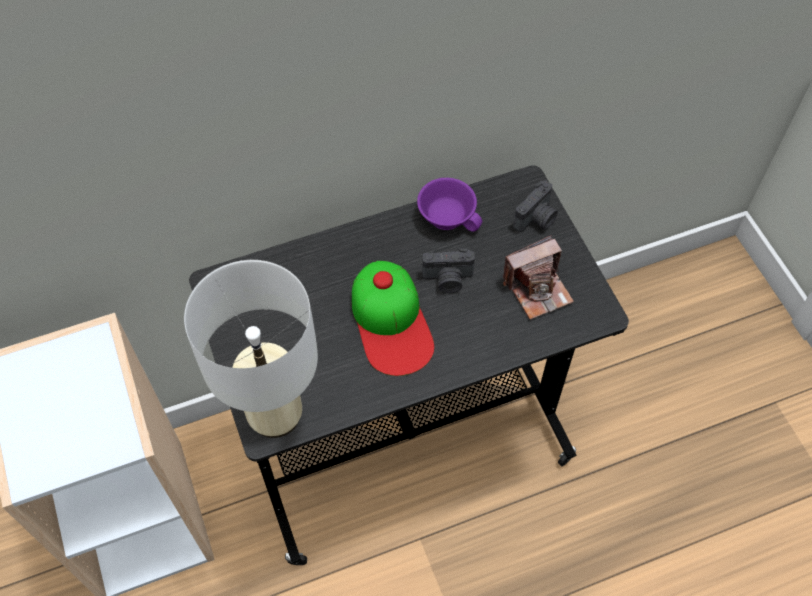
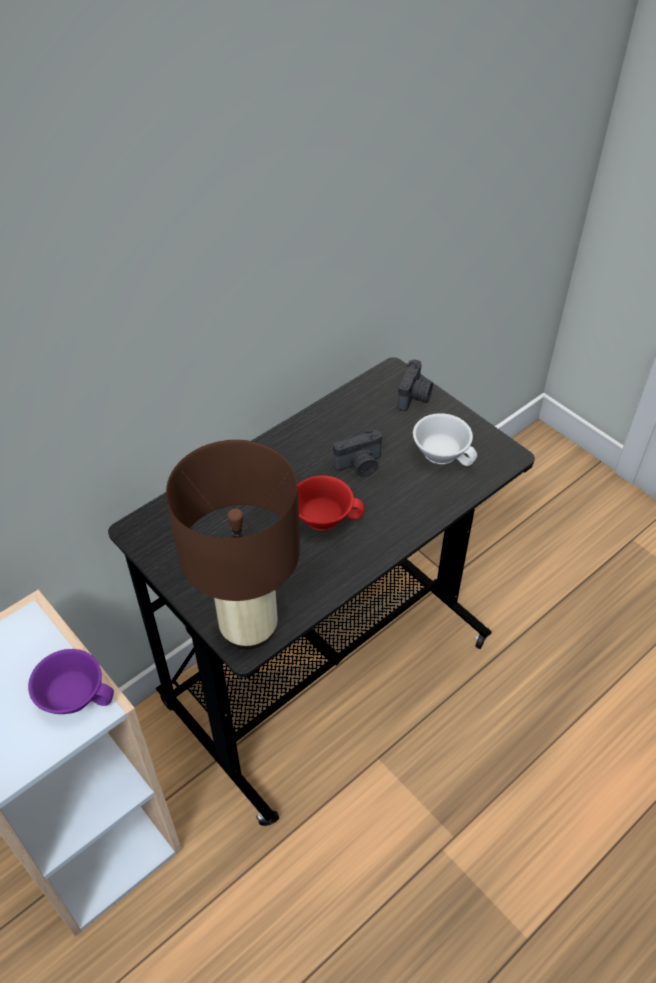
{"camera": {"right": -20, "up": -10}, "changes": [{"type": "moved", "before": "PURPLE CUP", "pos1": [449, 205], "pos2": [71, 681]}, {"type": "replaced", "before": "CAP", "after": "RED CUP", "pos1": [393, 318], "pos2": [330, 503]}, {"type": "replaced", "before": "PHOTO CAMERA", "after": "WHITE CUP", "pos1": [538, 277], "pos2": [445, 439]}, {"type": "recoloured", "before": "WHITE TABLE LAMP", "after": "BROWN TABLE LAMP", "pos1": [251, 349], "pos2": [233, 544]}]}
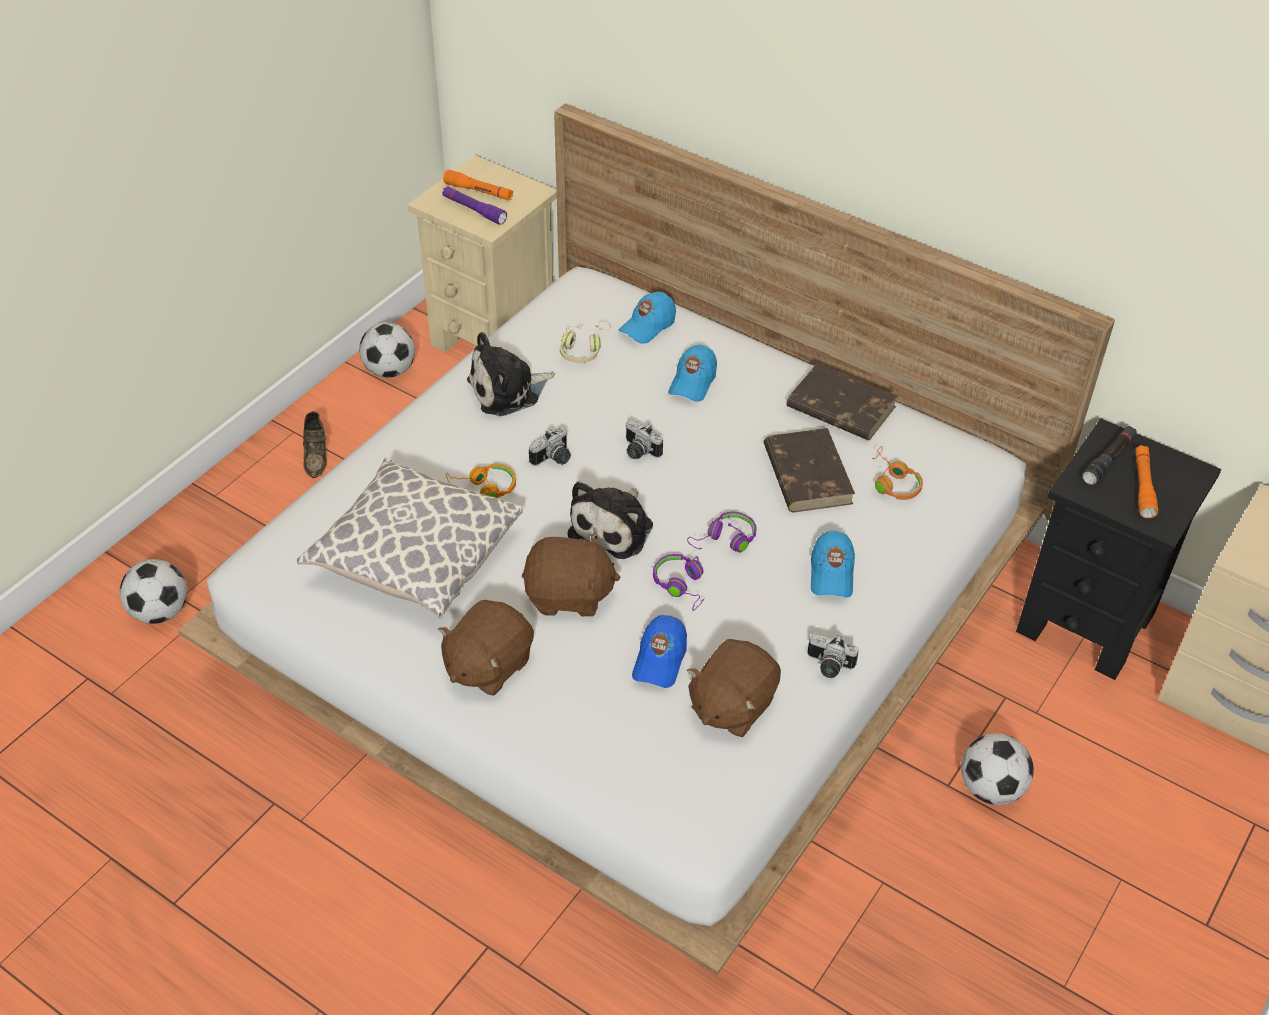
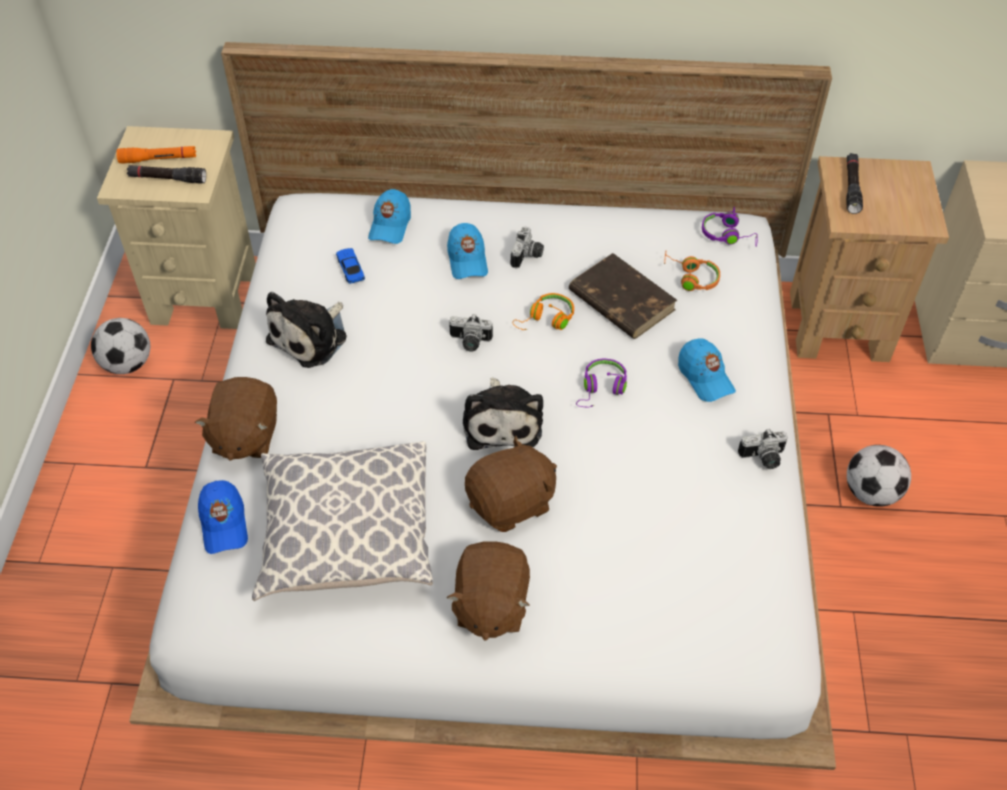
{"camera": {"right": -30, "up": 5}, "changes": [{"type": "removed", "before": "FOOTBALL", "pos1": [153, 591]}, {"type": "removed", "before": "BROWN SHOE", "pos1": [315, 444]}, {"type": "removed", "before": "BROWN BOOK", "pos1": [842, 402]}, {"type": "removed", "before": "ORANGE FLASHLIGHT", "pos1": [1146, 481]}, {"type": "moved", "before": "ORANGE HEADPHONES", "pos1": [481, 481], "pos2": [543, 311]}, {"type": "moved", "before": "PHOTO CAMERA", "pos1": [550, 446], "pos2": [527, 247]}, {"type": "moved", "before": "BLUE CAP", "pos1": [659, 651], "pos2": [223, 517]}, {"type": "moved", "before": "PURPLE HEADPHONES", "pos1": [679, 582], "pos2": [730, 227]}, {"type": "moved", "before": "BROWN PLUSH TOY", "pos1": [734, 688], "pos2": [236, 419]}, {"type": "replaced", "before": "BEIGE HEADPHONES", "after": "TOY CAR", "pos1": [585, 342], "pos2": [350, 266]}, {"type": "recoloured", "before": "PURPLE FLASHLIGHT", "after": "BLACK FLASHLIGHT", "pos1": [474, 205], "pos2": [166, 174]}, {"type": "recoloured", "before": "BLACK NIGHTSTAND", "after": "BEIGE NIGHTSTAND", "pos1": [1118, 549], "pos2": [869, 259]}]}
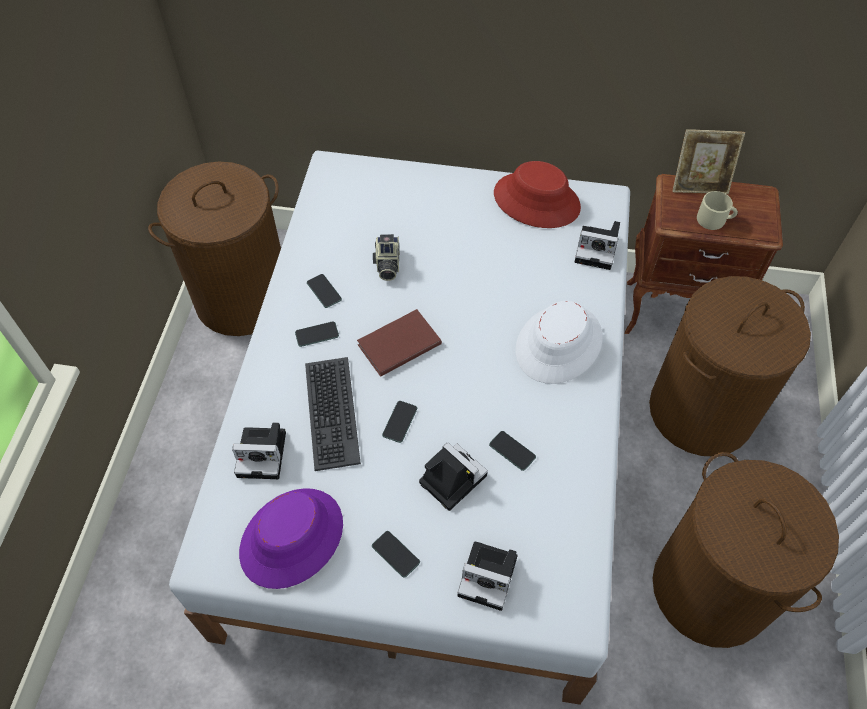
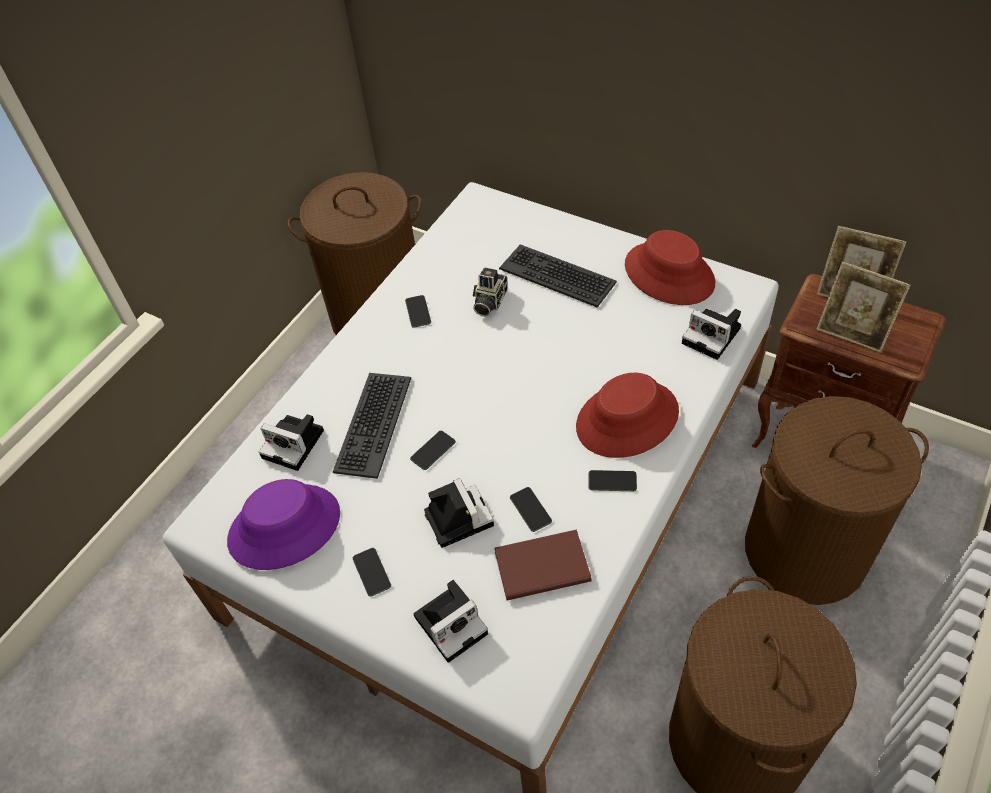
{"camera": {"right": 25, "up": -5}, "changes": [{"type": "added", "after": "KEYBOARD", "pos2": [558, 276]}, {"type": "moved", "before": "PHONE", "pos1": [317, 334], "pos2": [613, 480]}, {"type": "moved", "before": "BROWN BOOK", "pos1": [399, 343], "pos2": [543, 565]}, {"type": "replaced", "before": "BEIGE MUG", "after": "PICTURE FRAME", "pos1": [717, 210], "pos2": [863, 307]}, {"type": "recoloured", "before": "WHITE HAT", "after": "RED HAT", "pos1": [559, 342], "pos2": [627, 415]}, {"type": "turned", "before": "PHOTO CAMERA", "pos1": [487, 576], "pos2": [451, 621], "turn": -75}]}
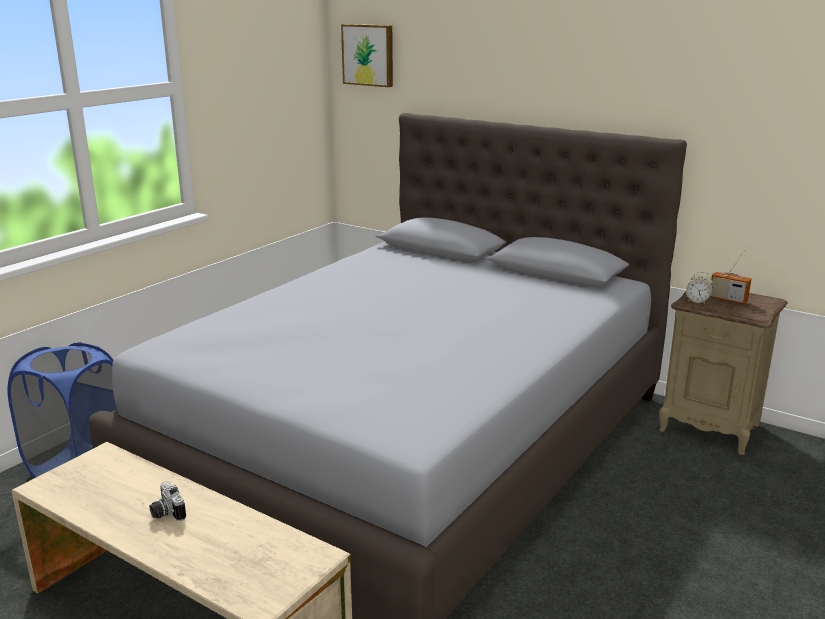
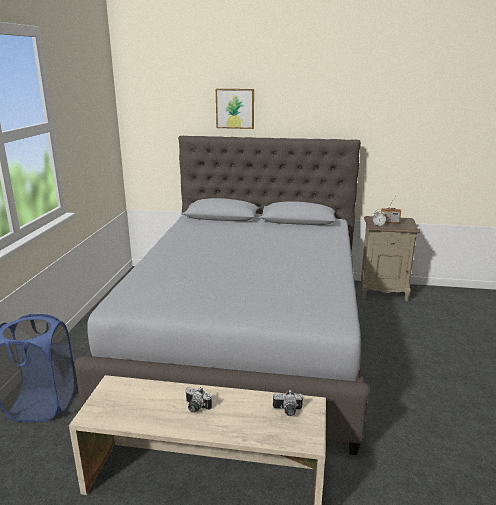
{"camera": {"right": -25, "up": 0}, "changes": [{"type": "added", "after": "PHOTO CAMERA", "pos2": [288, 403]}, {"type": "moved", "before": "PICTURE", "pos1": [367, 55], "pos2": [235, 109]}]}
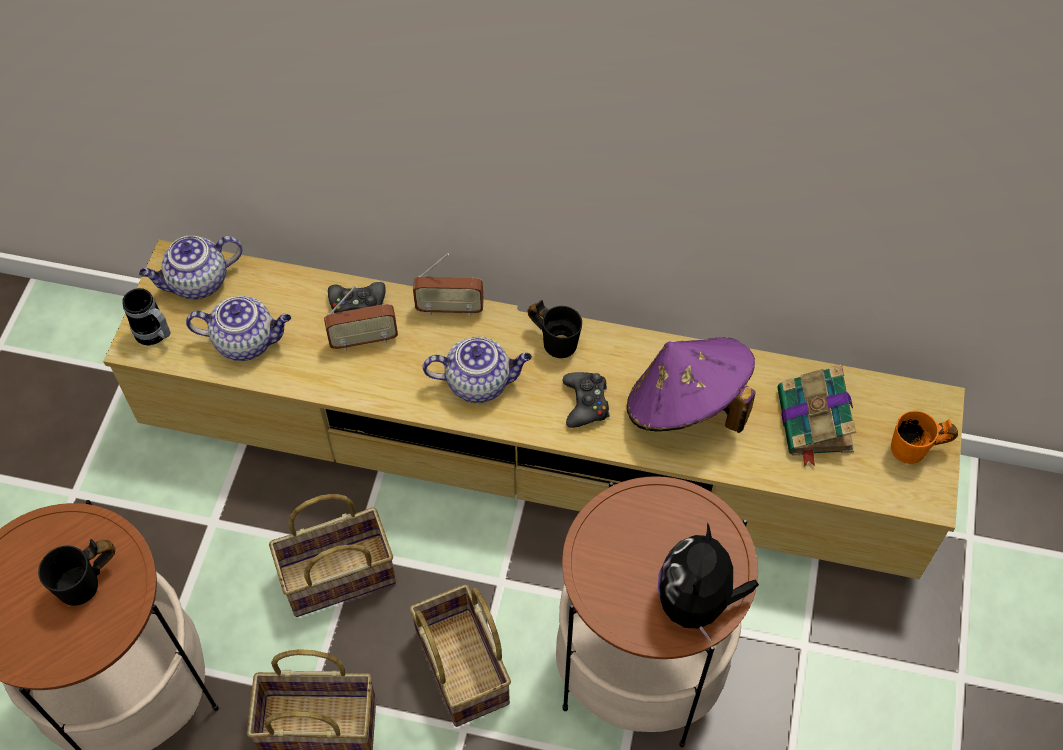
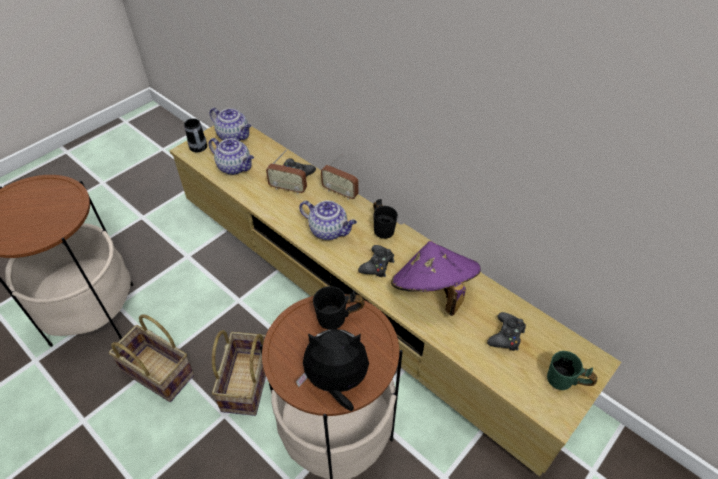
{"camera": {"right": 30, "up": -10}, "changes": [{"type": "removed", "before": "BASKET", "pos1": [332, 555]}, {"type": "moved", "before": "BLACK MUG", "pos1": [76, 572], "pos2": [339, 308]}, {"type": "replaced", "before": "BOOK", "after": "BLACK GAME CONTROLLER", "pos1": [816, 415], "pos2": [506, 331]}, {"type": "recoloured", "before": "ORANGE MUG", "after": "GREEN MUG", "pos1": [924, 437], "pos2": [572, 370]}, {"type": "turned", "before": "TEAPOT", "pos1": [190, 267], "pos2": [230, 124], "turn": -150}, {"type": "turned", "before": "PLUSH TOY", "pos1": [708, 582], "pos2": [332, 370], "turn": 45}]}
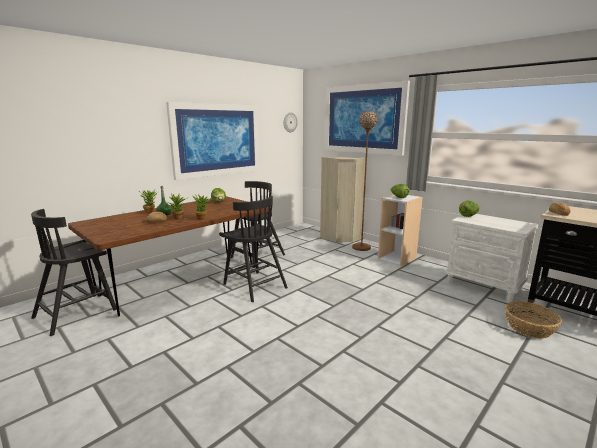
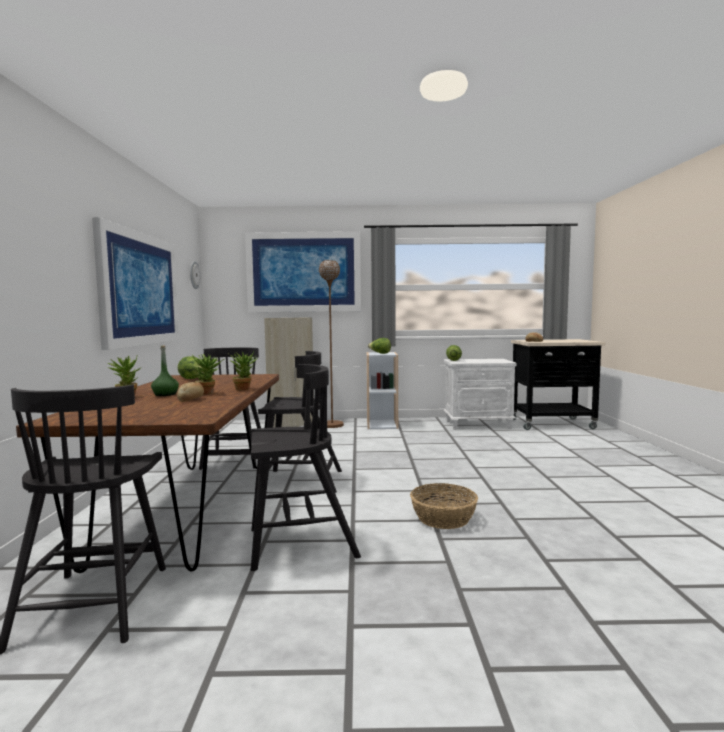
{"camera": {"right": -45, "up": -10}, "changes": [{"type": "added", "after": "BLACK CHAIR", "pos2": [306, 467]}, {"type": "moved", "before": "BASKET", "pos1": [533, 319], "pos2": [444, 506]}]}
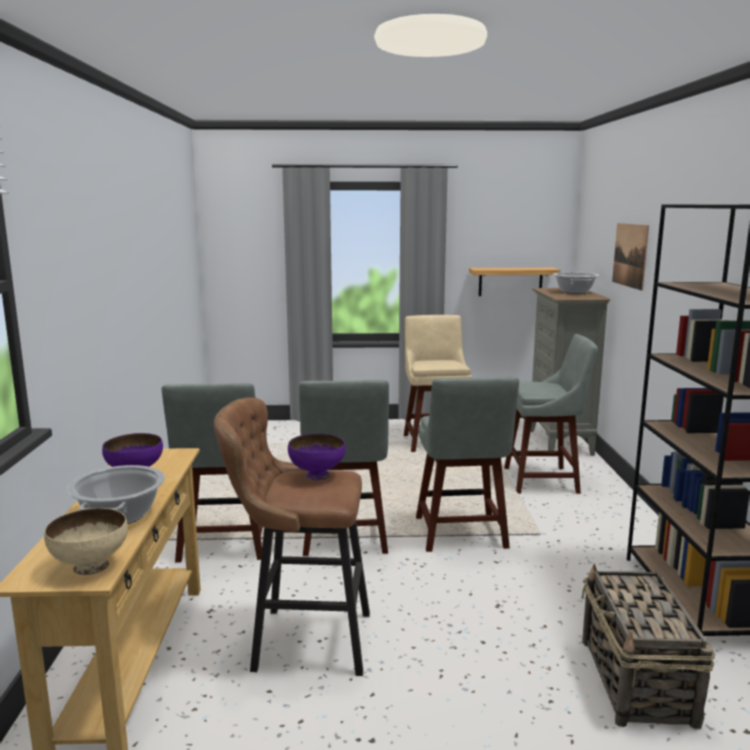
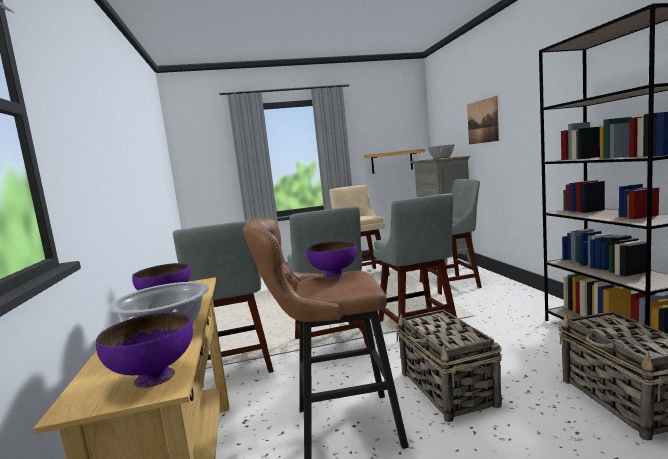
{"camera": {"right": -10, "up": -5}, "changes": [{"type": "added", "after": "BASKET", "pos2": [449, 366]}, {"type": "recoloured", "before": "BEIGE BOWL", "after": "PURPLE BOWL", "pos1": [86, 541], "pos2": [144, 350]}]}
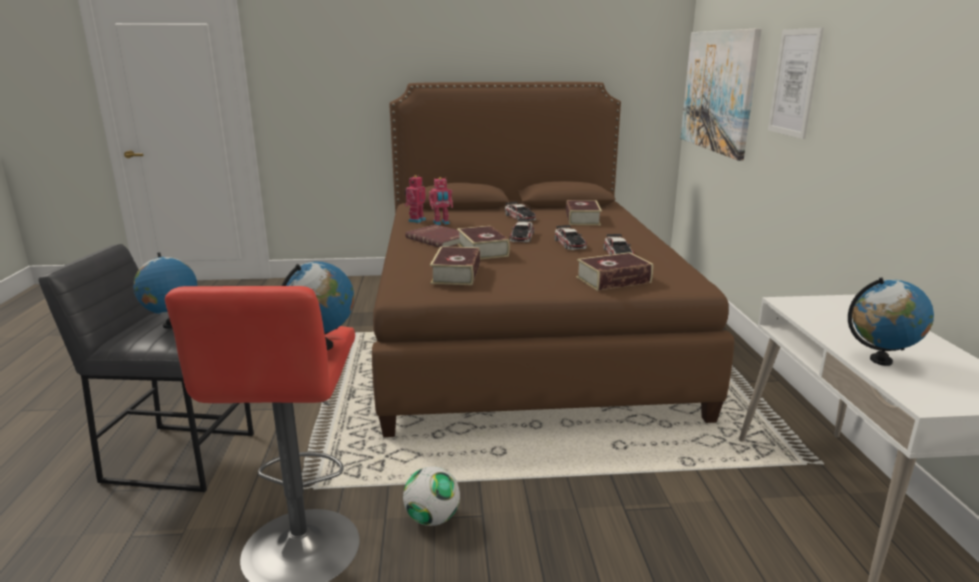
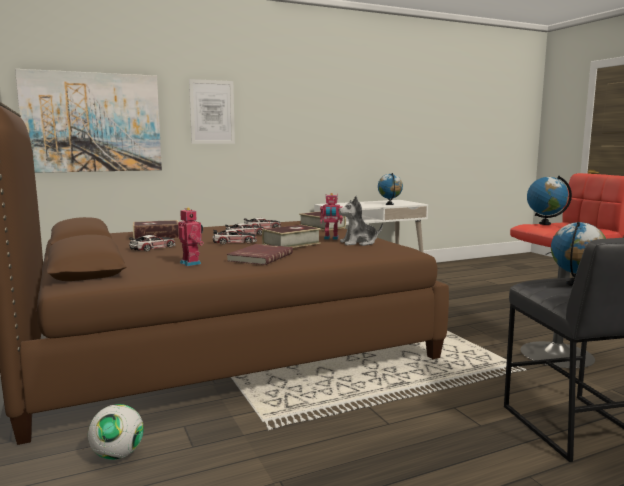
{"camera": {"right": -110, "up": -10}, "changes": [{"type": "moved", "before": "FOOTBALL", "pos1": [431, 496], "pos2": [116, 432]}, {"type": "moved", "before": "TOY ROBOT", "pos1": [415, 199], "pos2": [331, 216]}, {"type": "replaced", "before": "BOOK", "after": "PLUSH TOY", "pos1": [455, 265], "pos2": [360, 221]}]}
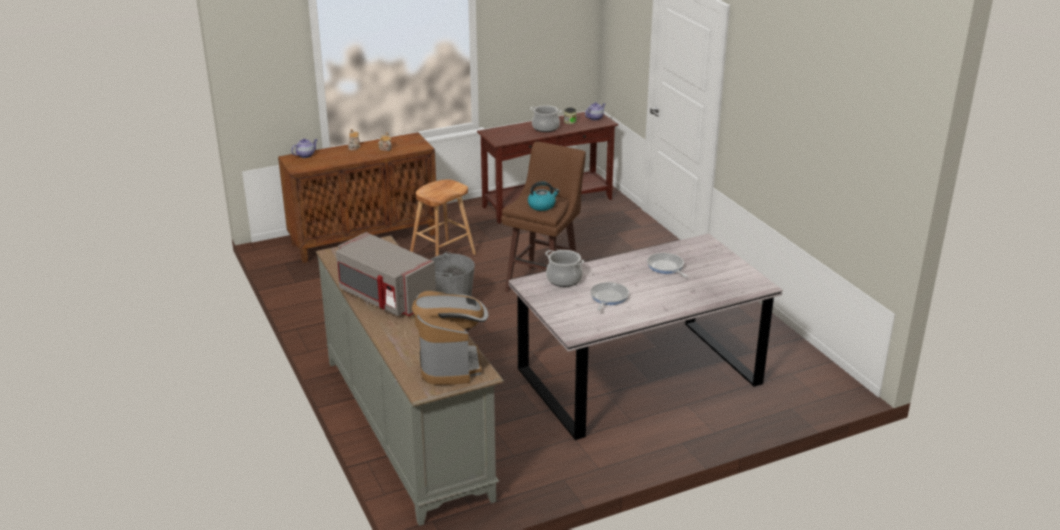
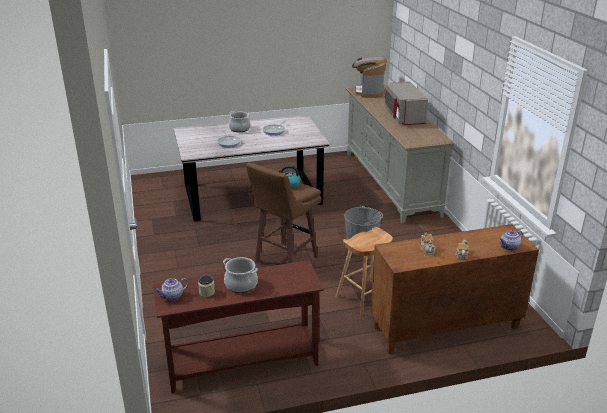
{"camera": {"right": -170, "up": 0}, "changes": [{"type": "moved", "before": "COOKING POT", "pos1": [564, 268], "pos2": [240, 121]}, {"type": "turned", "before": "GREY MICROWAVE", "pos1": [386, 274], "pos2": [406, 103], "turn": -150}]}
